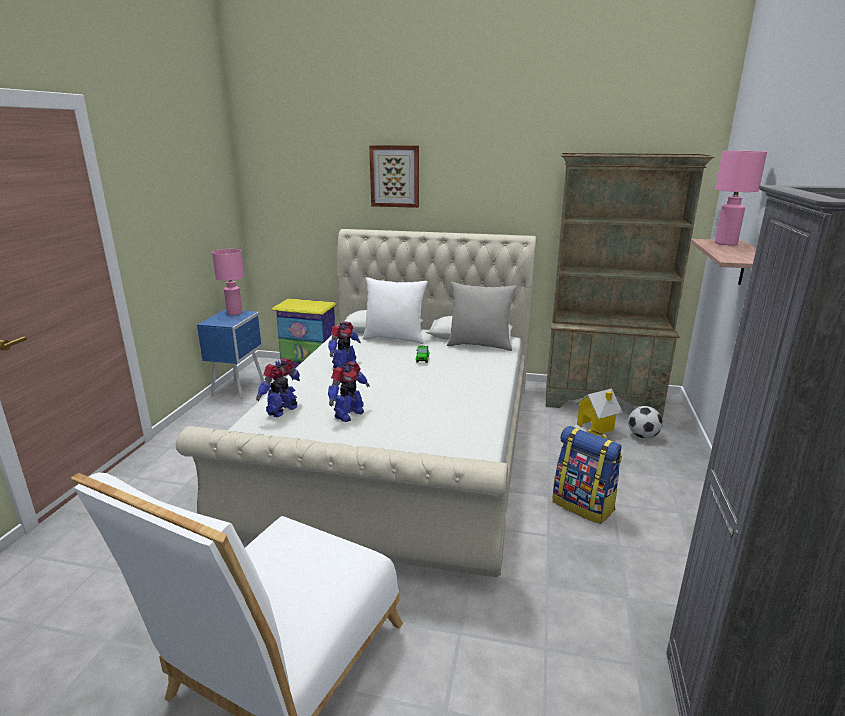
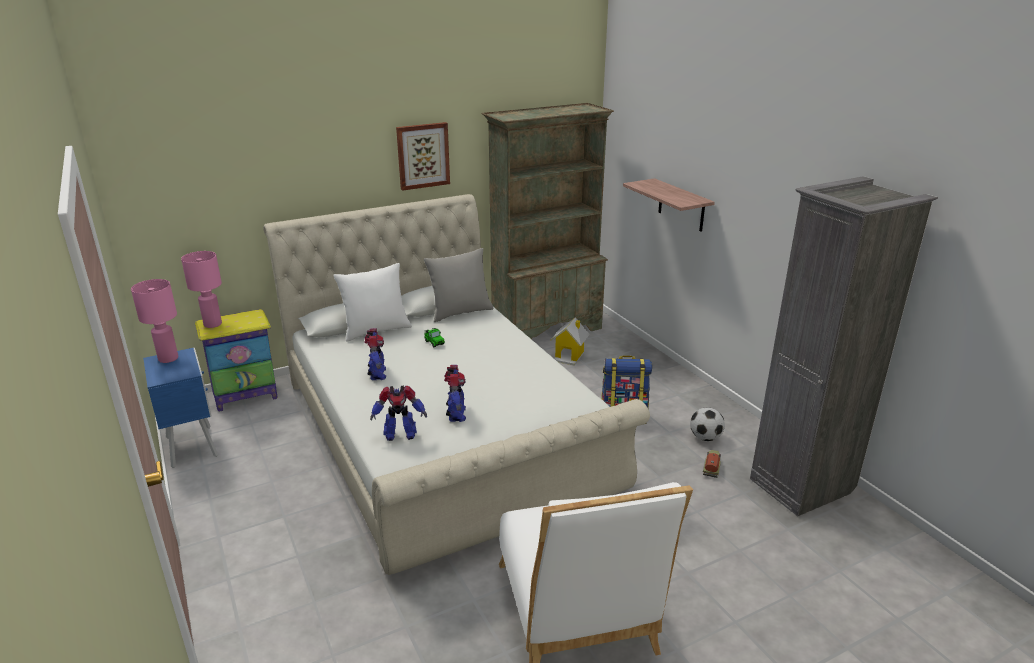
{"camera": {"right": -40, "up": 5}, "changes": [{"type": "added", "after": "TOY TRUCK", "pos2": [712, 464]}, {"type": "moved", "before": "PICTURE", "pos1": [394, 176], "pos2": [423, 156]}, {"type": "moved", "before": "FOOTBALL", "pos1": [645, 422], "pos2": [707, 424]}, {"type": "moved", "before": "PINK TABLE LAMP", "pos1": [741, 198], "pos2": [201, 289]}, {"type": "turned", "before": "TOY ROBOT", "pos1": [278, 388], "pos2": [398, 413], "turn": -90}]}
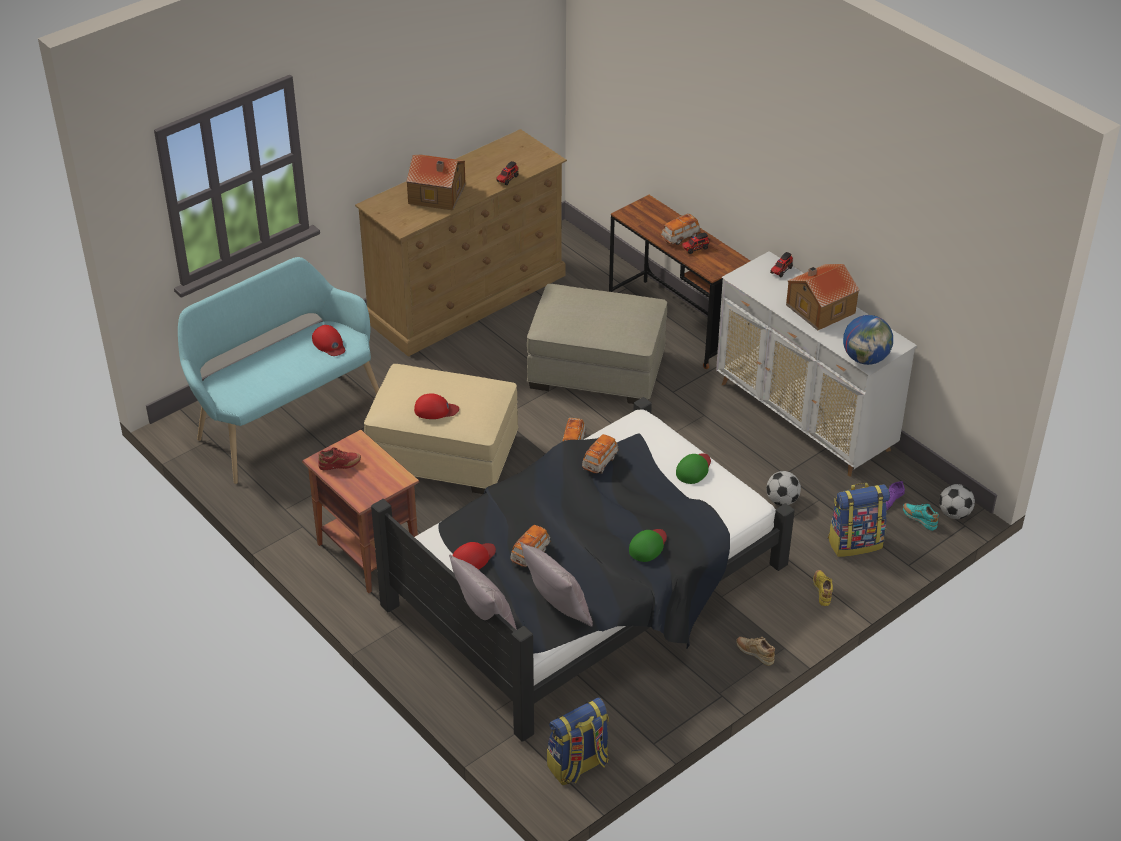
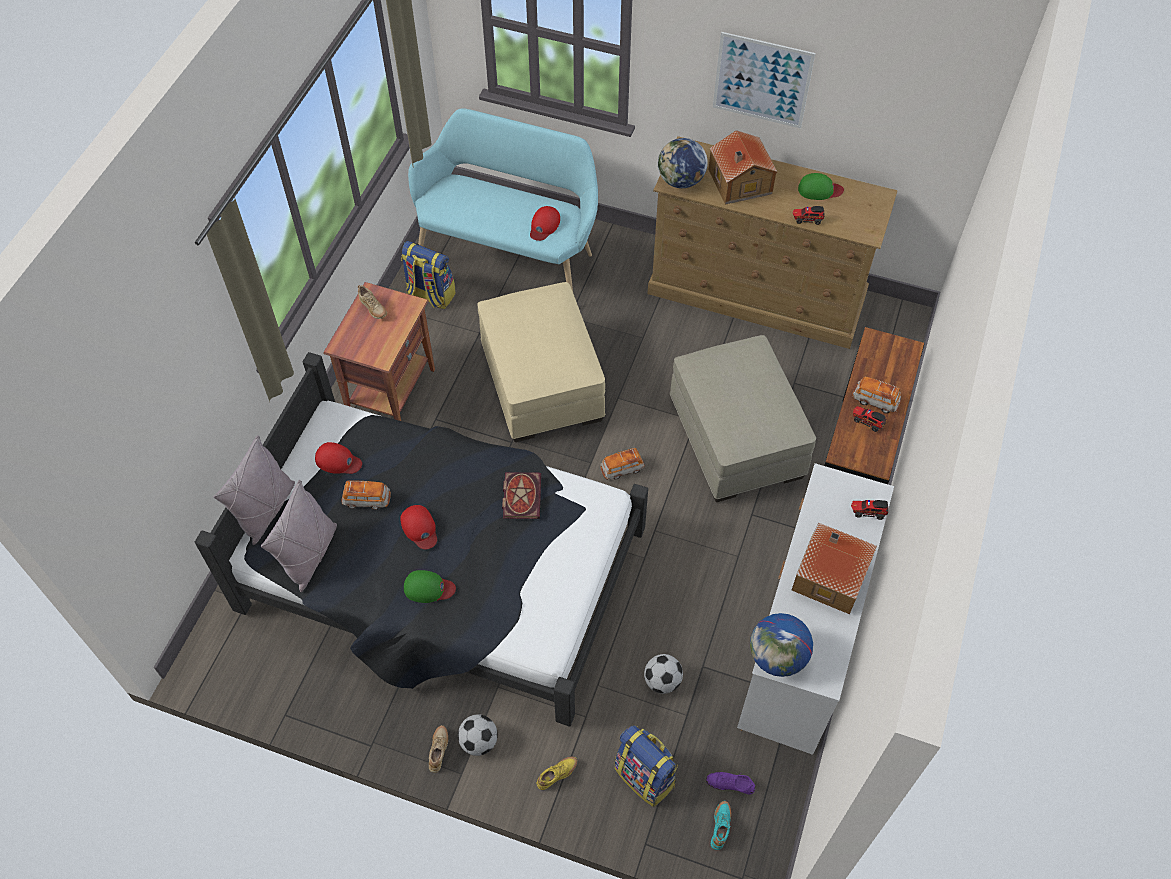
{"camera": {"right": 60, "up": 15}, "changes": [{"type": "added", "after": "GLOBE", "pos2": [683, 163]}, {"type": "added", "after": "PICTURE", "pos2": [764, 80]}, {"type": "moved", "before": "RED CAP", "pos1": [436, 406], "pos2": [418, 527]}, {"type": "moved", "before": "BACKPACK", "pos1": [578, 741], "pos2": [428, 275]}, {"type": "moved", "before": "GREEN CAP", "pos1": [693, 468], "pos2": [821, 186]}, {"type": "moved", "before": "FOOTBALL", "pos1": [957, 501], "pos2": [478, 735]}, {"type": "replaced", "before": "TOY CAR", "after": "BOOK", "pos1": [600, 454], "pos2": [521, 495]}, {"type": "recoloured", "before": "RED SHOE", "after": "BEIGE SHOE", "pos1": [339, 458], "pos2": [372, 302]}]}
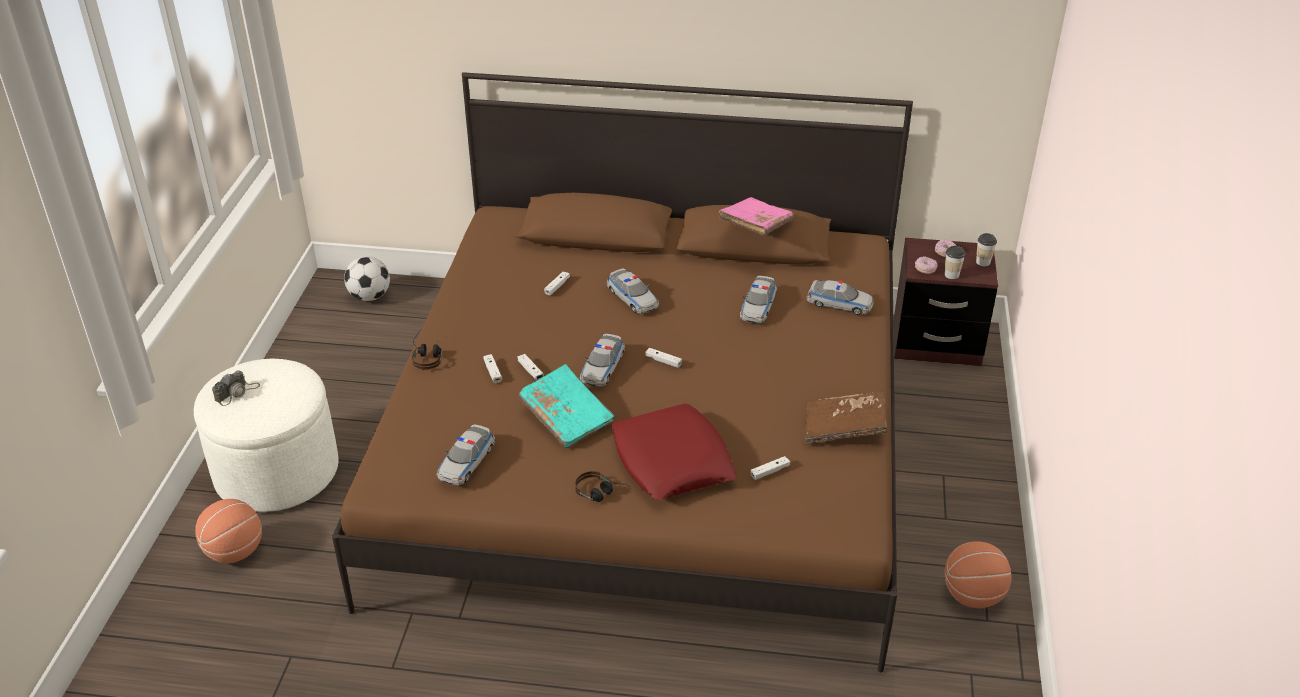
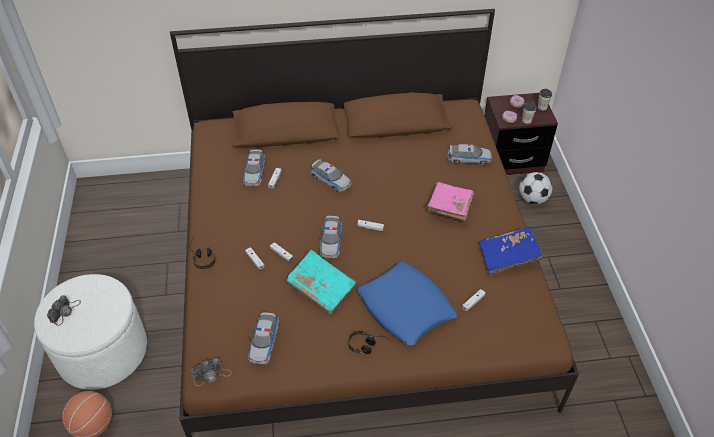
{"camera": {"right": -15, "up": 10}, "changes": [{"type": "removed", "before": "BASKETBALL", "pos1": [977, 574]}, {"type": "added", "after": "PHOTO CAMERA", "pos2": [211, 372]}, {"type": "moved", "before": "FOOTBALL", "pos1": [367, 278], "pos2": [535, 188]}, {"type": "moved", "before": "PINK BOOK", "pos1": [756, 216], "pos2": [450, 201]}, {"type": "moved", "before": "TOY CAR", "pos1": [758, 299], "pos2": [254, 168]}, {"type": "recoloured", "before": "RED PILLOW", "after": "BLUE PILLOW", "pos1": [674, 452], "pos2": [407, 304]}, {"type": "recoloured", "before": "BROWN BOOK", "after": "BLUE BOOK", "pos1": [845, 417], "pos2": [511, 251]}]}
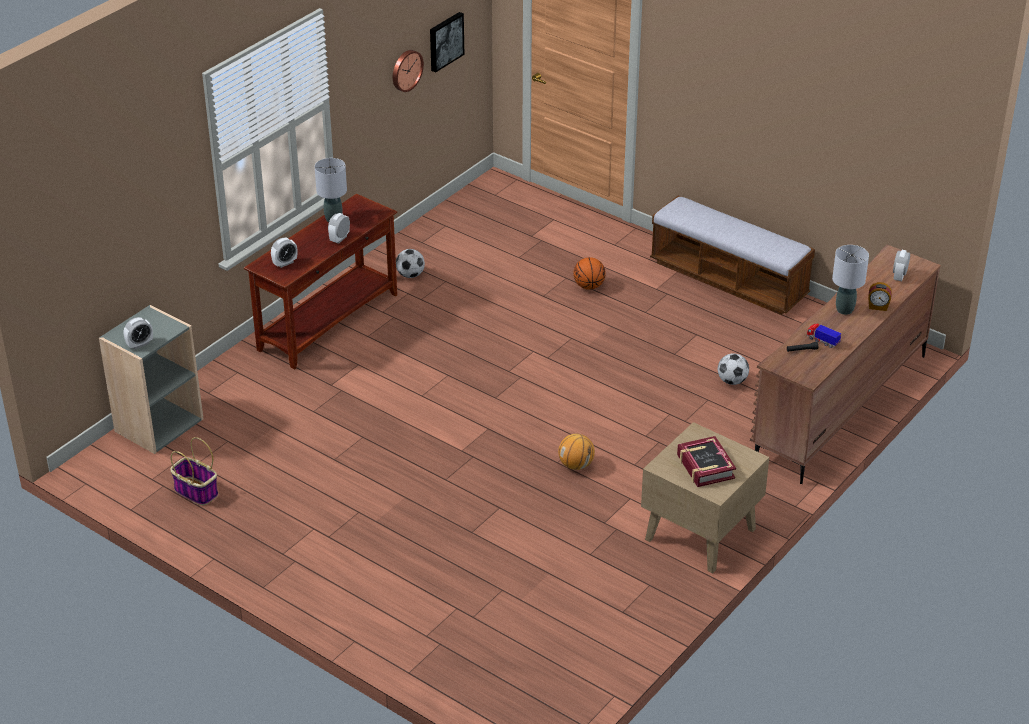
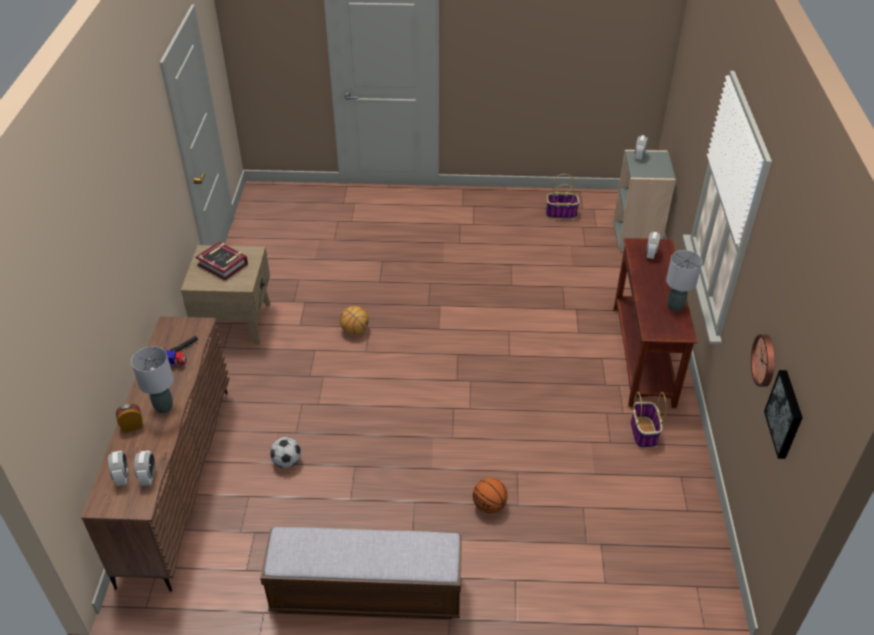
{"camera": {"right": 145, "up": 5}, "changes": [{"type": "moved", "before": "ALARM CLOCK", "pos1": [339, 228], "pos2": [144, 468]}, {"type": "replaced", "before": "FOOTBALL", "after": "BASKET", "pos1": [410, 263], "pos2": [649, 420]}]}
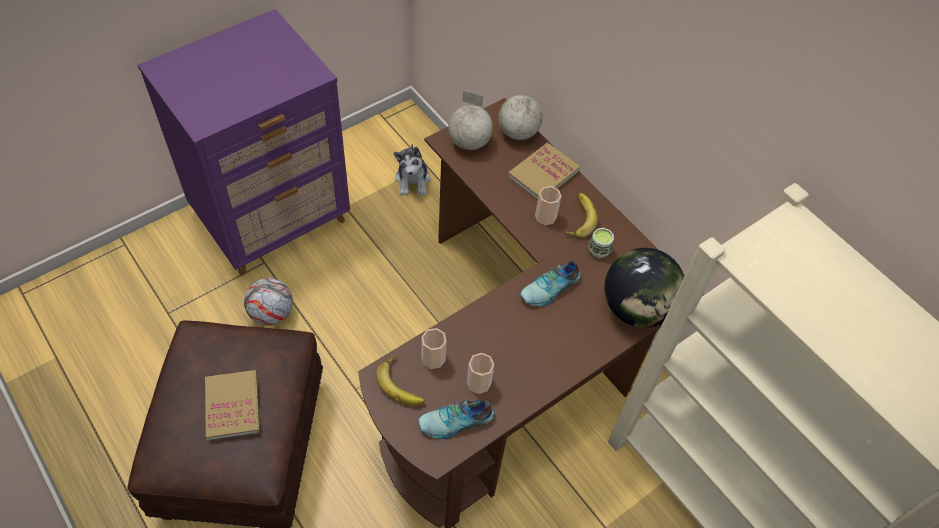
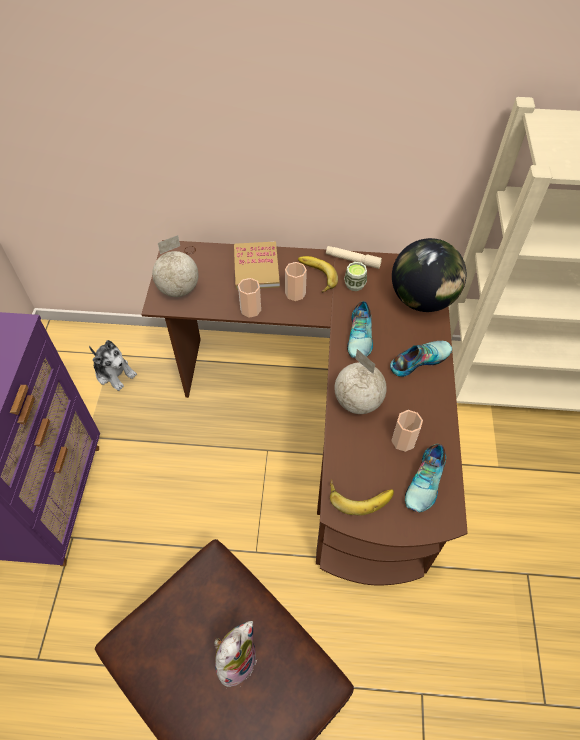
{"camera": {"right": -45, "up": 0}, "changes": [{"type": "removed", "before": "FOOTBALL", "pos1": [268, 301]}, {"type": "added", "after": "BEIGE FLASHLIGHT", "pos2": [354, 257]}, {"type": "added", "after": "SHOE", "pos2": [421, 359]}, {"type": "moved", "before": "CUP", "pos1": [434, 348], "pos2": [249, 298]}, {"type": "moved", "before": "GLOBE", "pos1": [520, 110], "pos2": [360, 381]}, {"type": "replaced", "before": "BOOK", "after": "PLUSH TOY", "pos1": [232, 405], "pos2": [235, 654]}]}
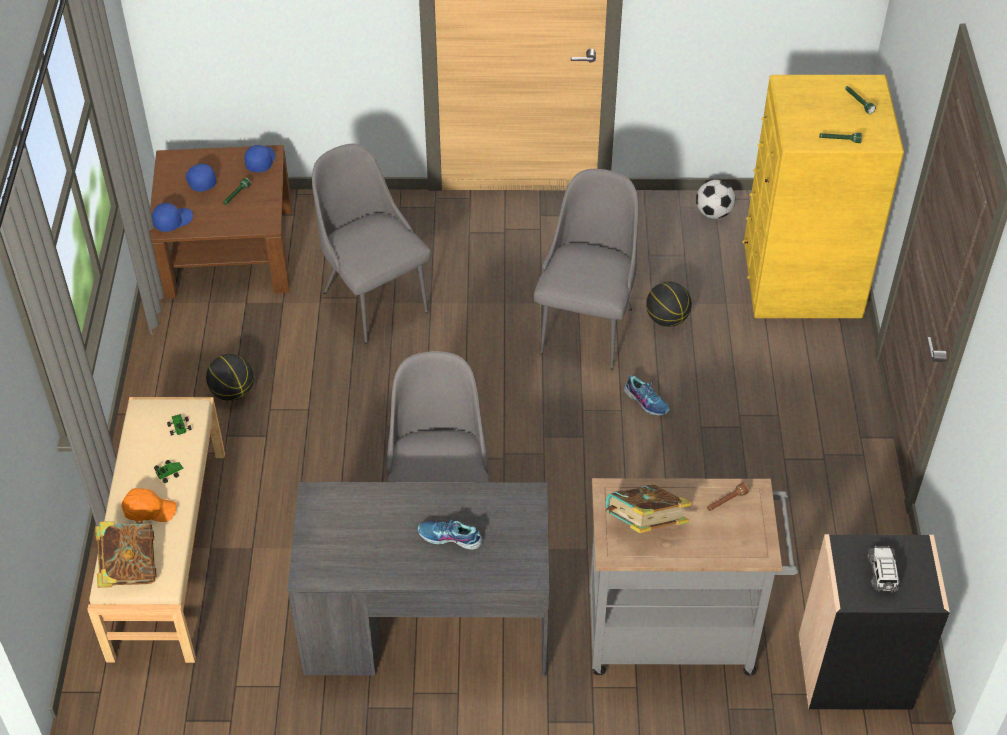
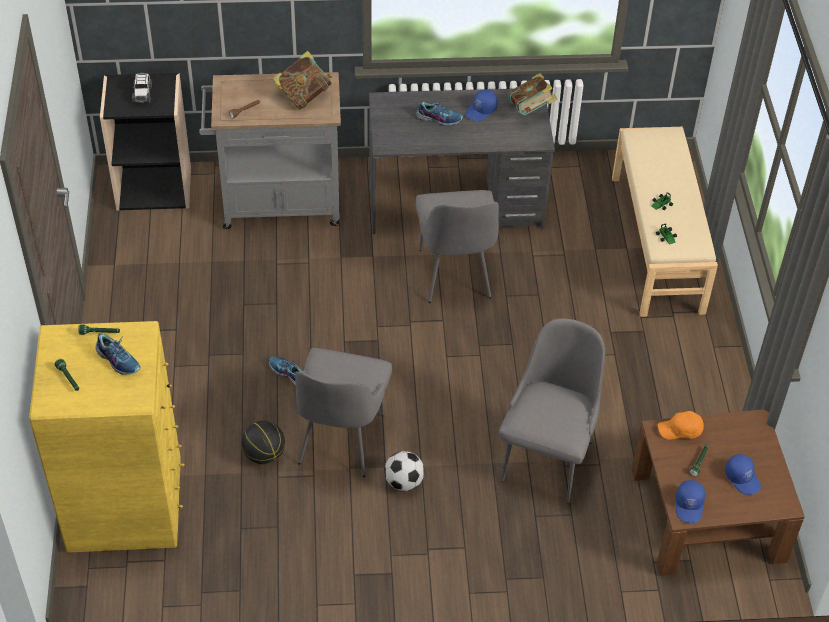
{"camera": {"right": 175, "up": 0}, "changes": [{"type": "removed", "before": "BASKETBALL", "pos1": [230, 377]}, {"type": "added", "after": "SHOE", "pos2": [118, 354]}, {"type": "moved", "before": "BOOK", "pos1": [126, 554], "pos2": [533, 94]}, {"type": "moved", "before": "ORANGE CAP", "pos1": [148, 505], "pos2": [681, 425]}, {"type": "moved", "before": "BLUE CAP", "pos1": [172, 217], "pos2": [481, 105]}, {"type": "moved", "before": "FOOTBALL", "pos1": [715, 199], "pos2": [404, 471]}, {"type": "turned", "before": "GREY CHAIR", "pos1": [371, 244], "pos2": [552, 411], "turn": -120}]}
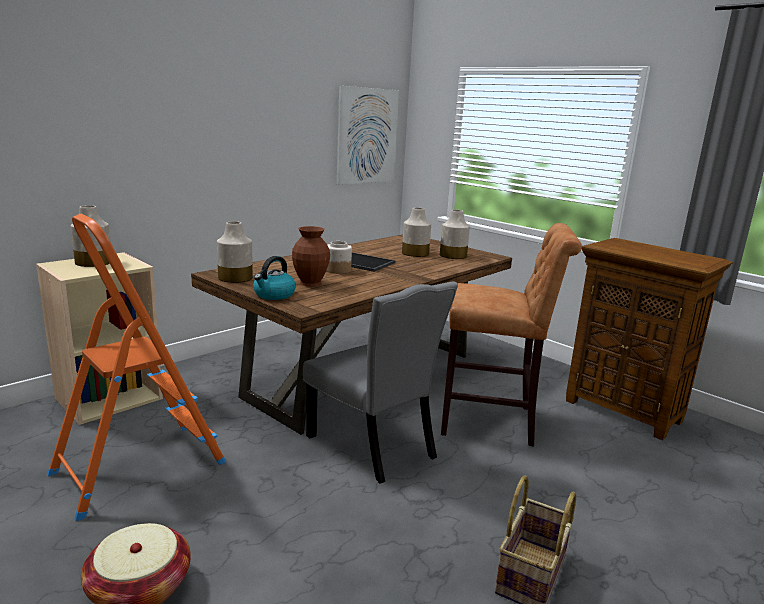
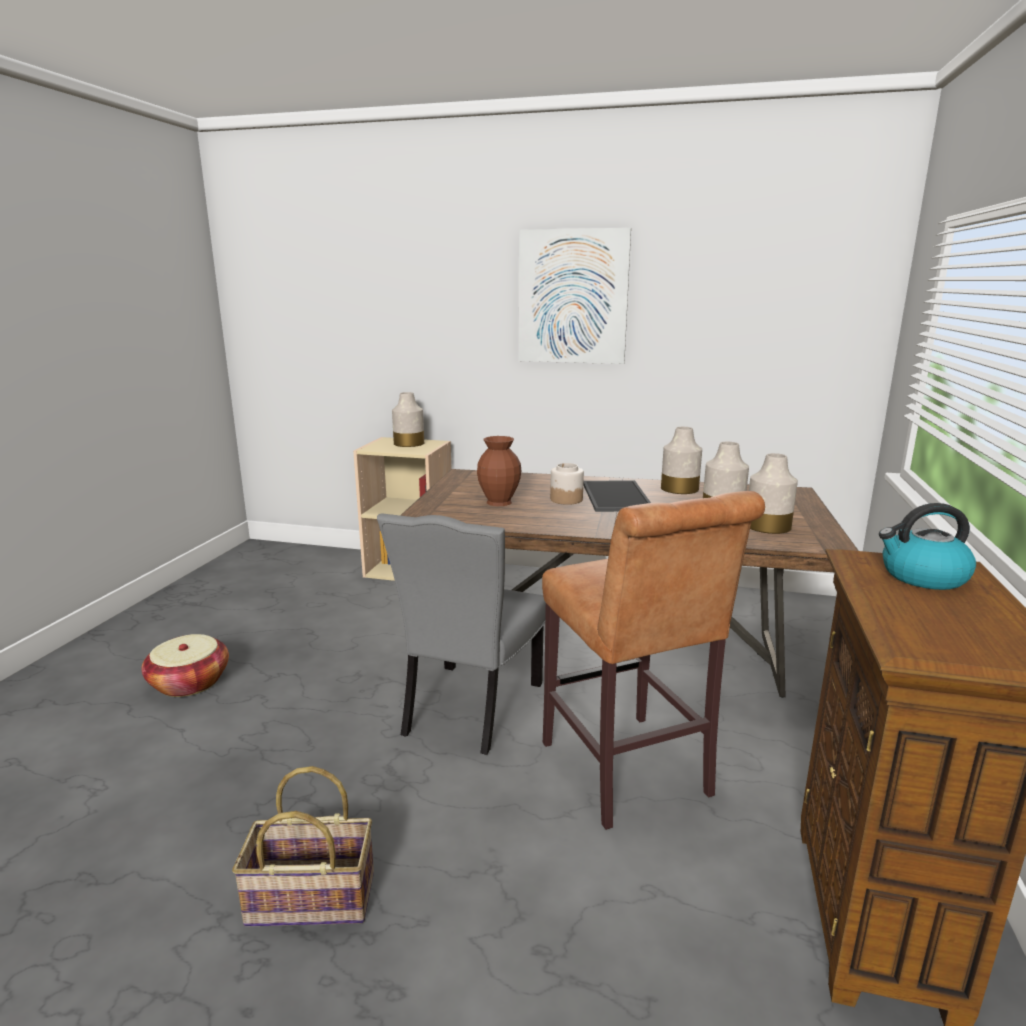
{"camera": {"right": 60, "up": 0}, "changes": [{"type": "removed", "before": "ORANGE STEP LADDER", "pos1": [136, 367]}, {"type": "moved", "before": "BEIGE VASE", "pos1": [235, 252], "pos2": [681, 460]}, {"type": "moved", "before": "KETTLE", "pos1": [274, 278], "pos2": [927, 546]}, {"type": "moved", "before": "PICTURE", "pos1": [368, 135], "pos2": [575, 296]}]}
